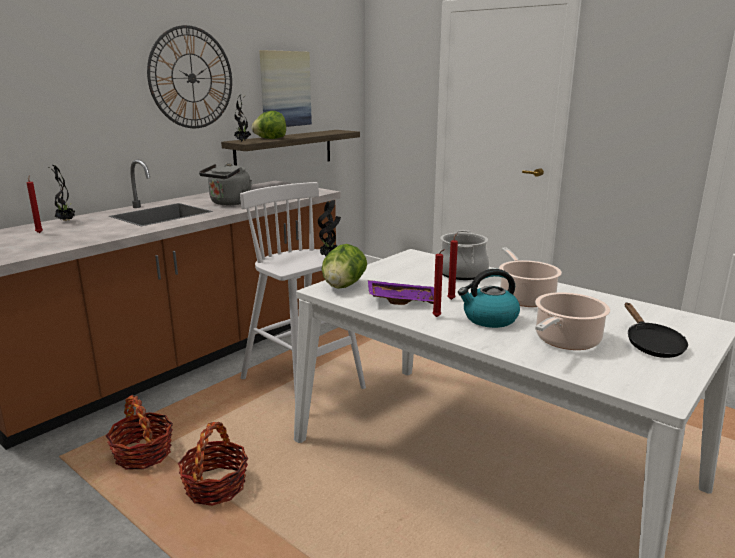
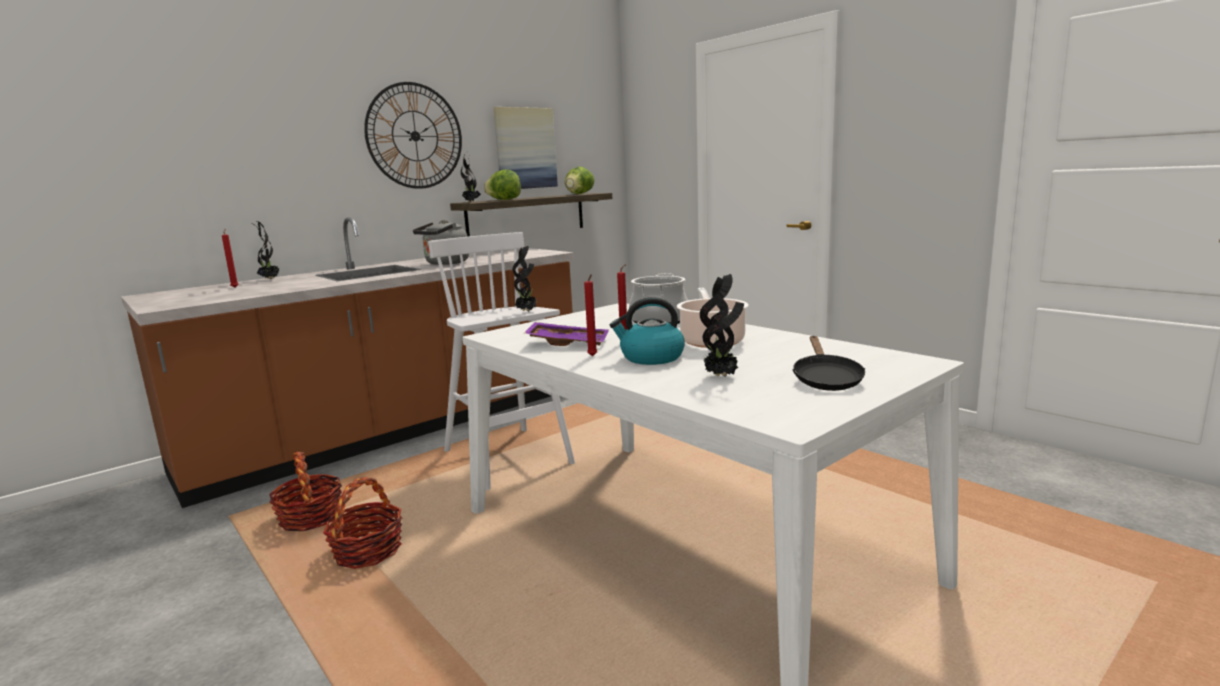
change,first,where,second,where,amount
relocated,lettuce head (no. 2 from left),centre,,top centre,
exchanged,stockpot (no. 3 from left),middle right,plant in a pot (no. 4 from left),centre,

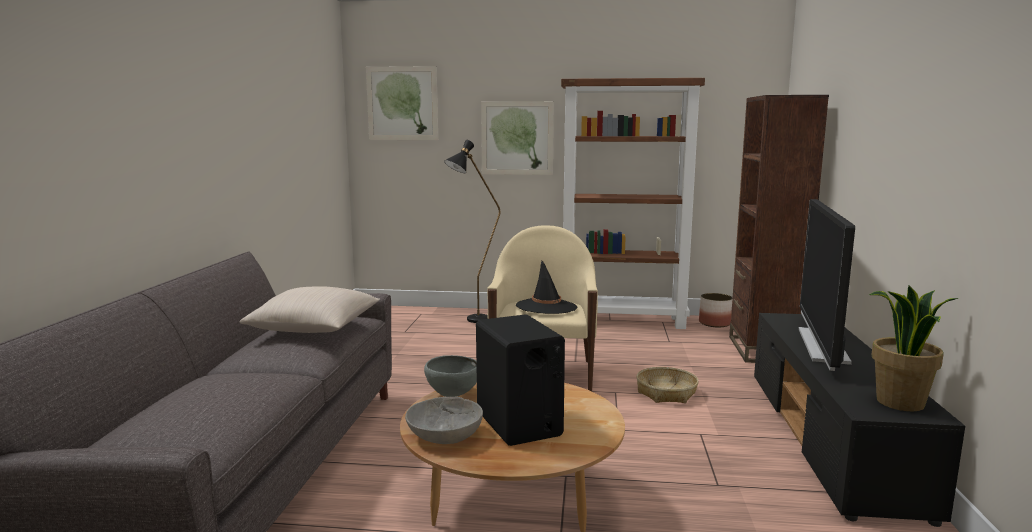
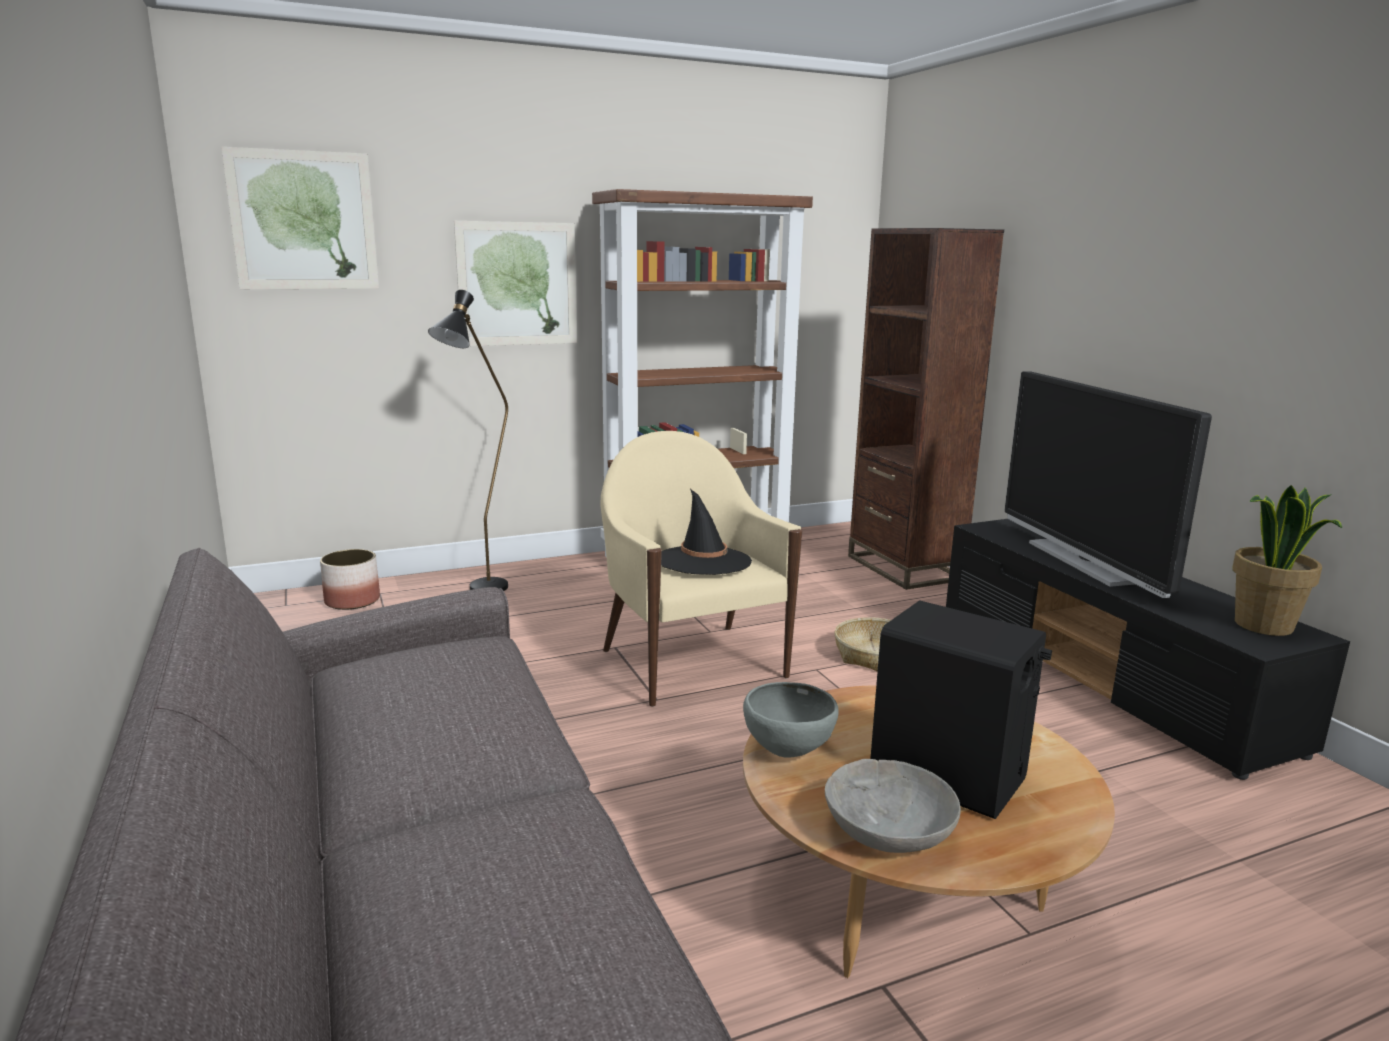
change,first,where,second,where,amount
missing,beige cushion,middle left,,,
relocated,planter,middle right,,middle left,

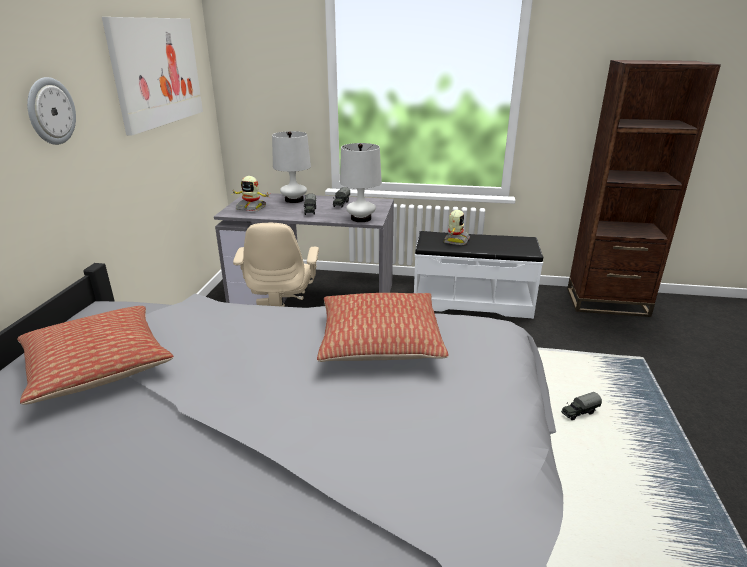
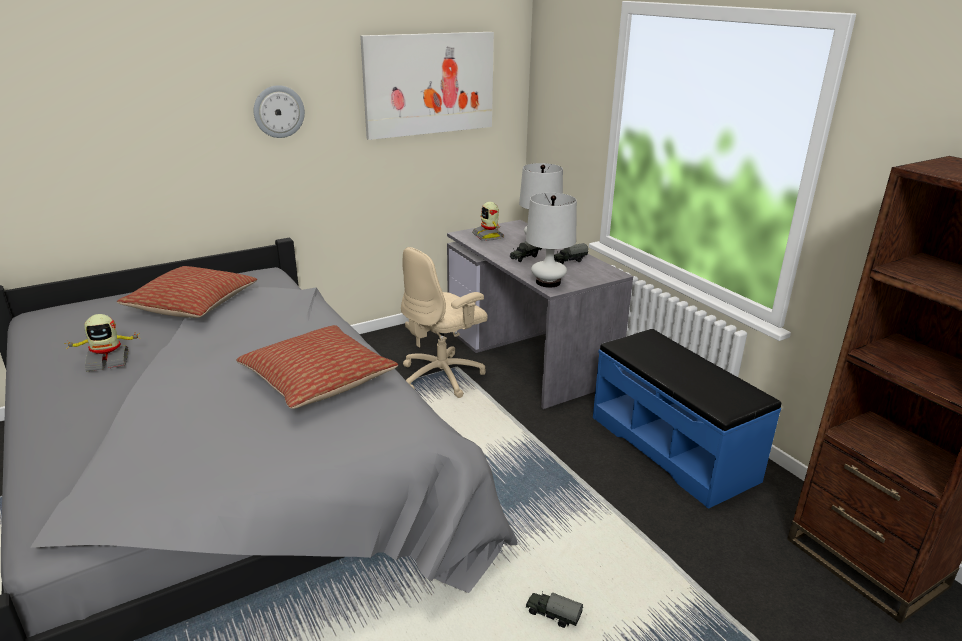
change,first,where,second,where,amount
relocated,robot figure (no. 2 from left in the first image),centre,robot figure (no. 1 from left),middle left,
colour,white-coloured bench,centre,bluish bench,middle right,

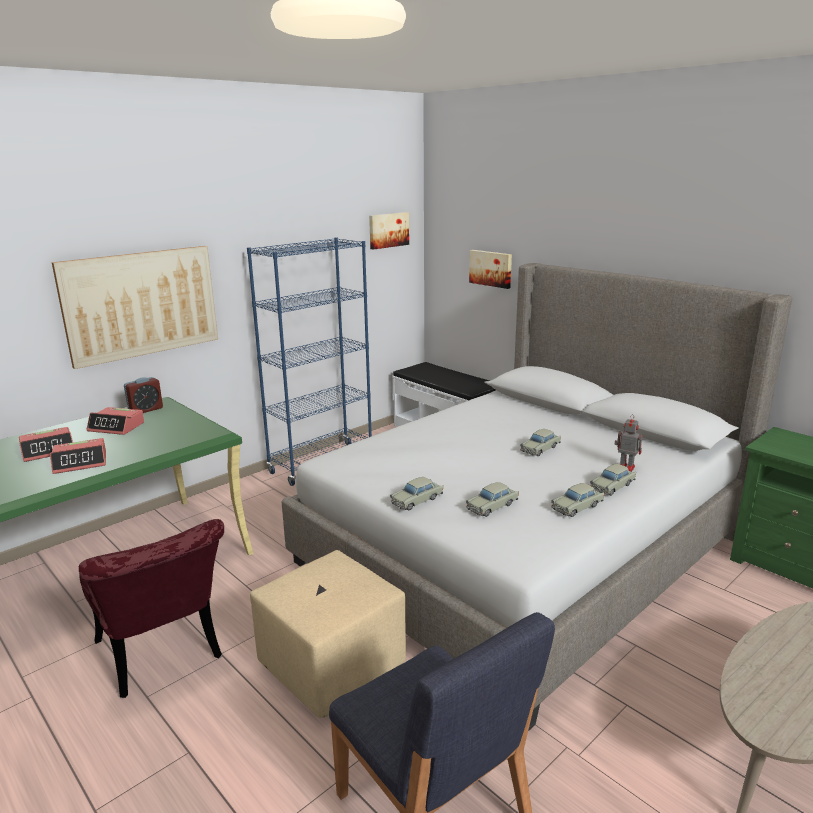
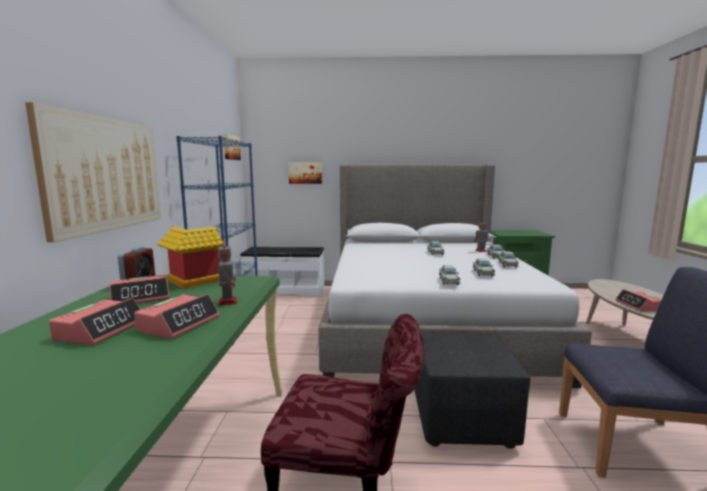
change,first,where,second,where,amount
appeared,,,miniature house,middle left,
appeared,,,robot figure (no. 1 from left),middle left,
appeared,,,bedside clock (no. 5 from left),middle right,
colour,beige footrest,bottom centre,blackish footrest,bottom right,

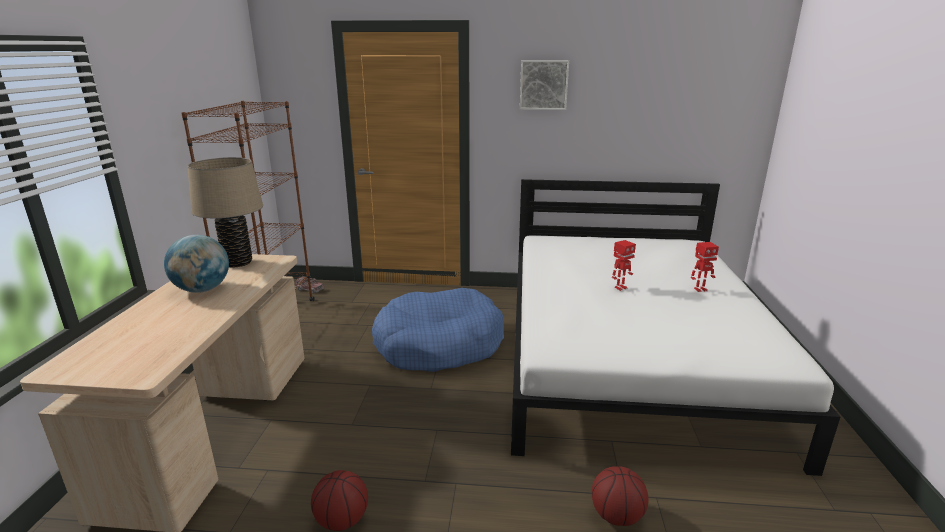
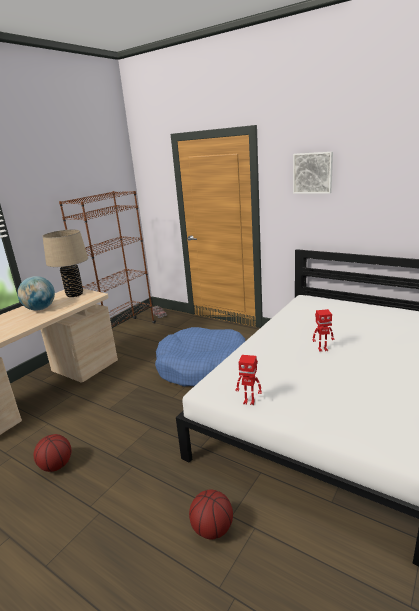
change,first,where,second,where,amount
relocated,robot figure (no. 2 from left in the first image),middle right,robot figure (no. 1 from left),centre,

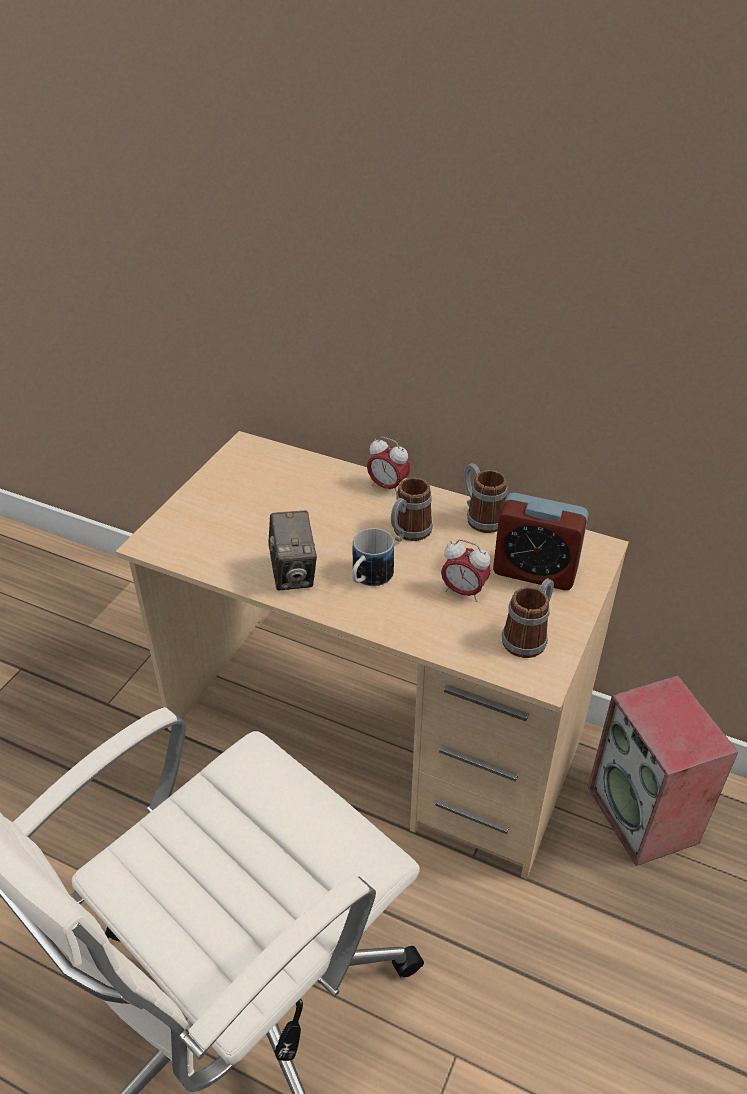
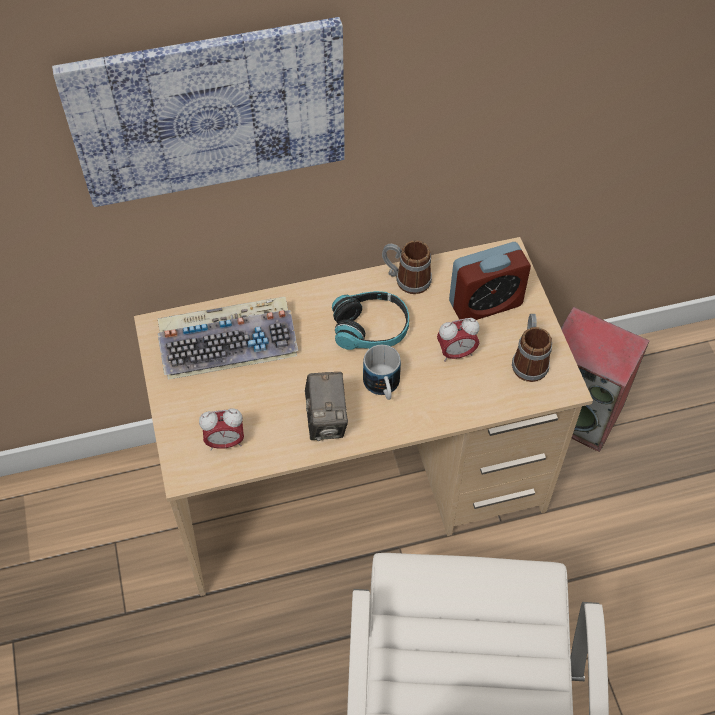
change,first,where,second,where,amount
appeared,,,wall art,top left,
appeared,,,computer keyboard,middle left,
relocated,bedside clock (no. 1 from left),centre,,middle left,
exchanged,mug (no. 2 from left),centre,headphones,centre,
spun,photo camera,centre,,centre,45 degrees clockwise

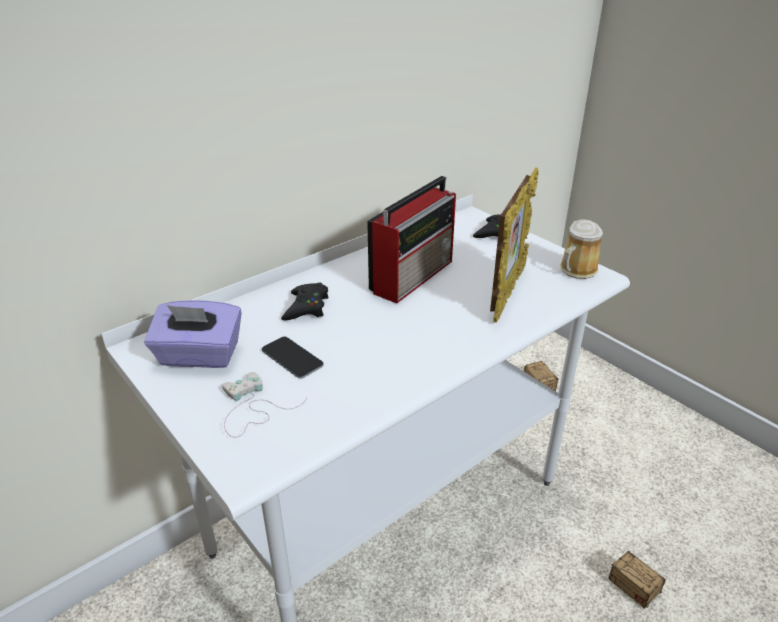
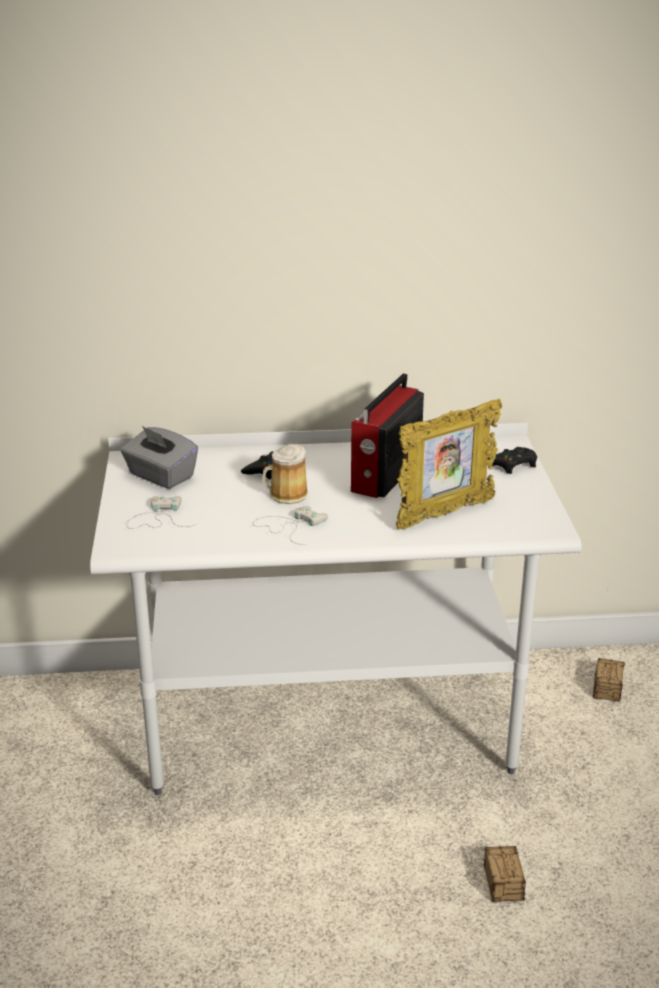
change,first,where,second,where,amount
missing,handset,centre,,,
appeared,,,white-coloured joypad (no. 2 from left),centre,
relocated,mug,middle right,,centre,
colour,purplish tissue box,middle left,grey tissue box,middle left,
spun,radio set,centre,,centre,135 degrees clockwise

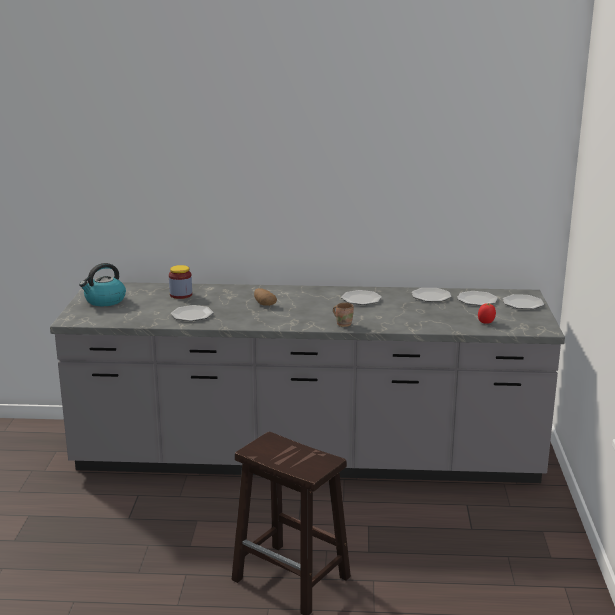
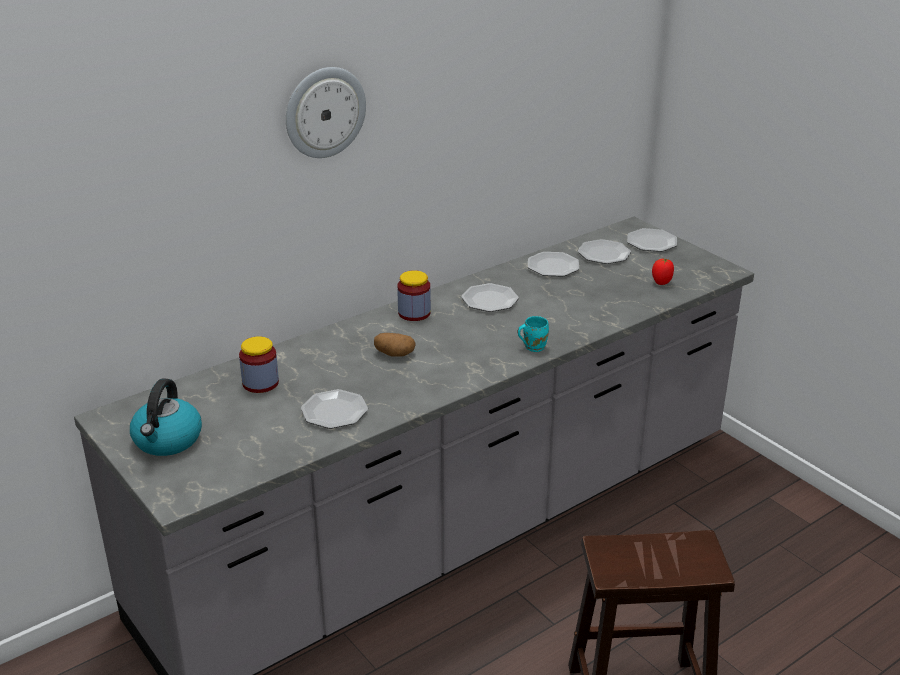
change,first,where,second,where,amount
appeared,,,wall clock,top centre,
appeared,,,storage jar (no. 2 from left),centre,
colour,brown-coloured mug,centre,turquoise mug,centre,

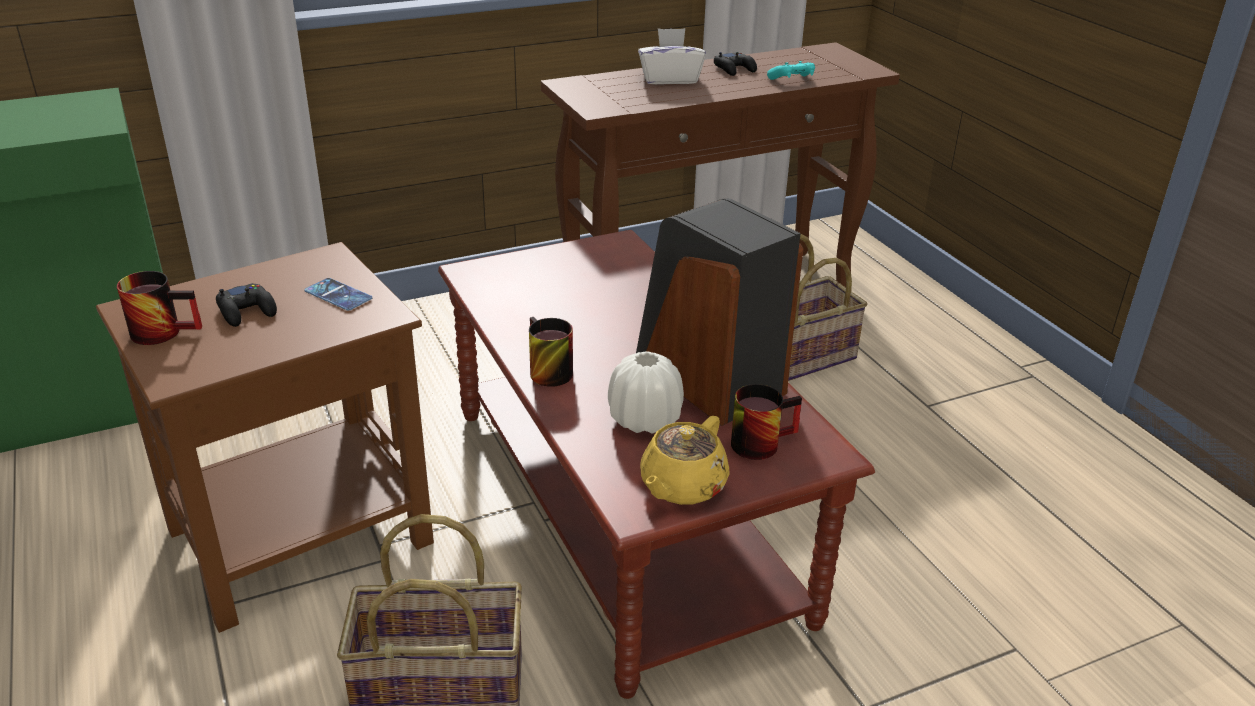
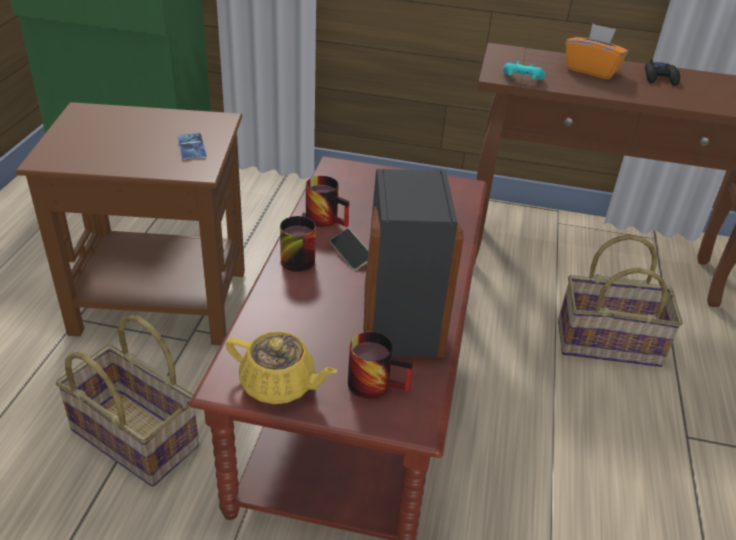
change,first,where,second,where,amount
missing,blackish joypad (no. 1 from left),middle left,,,
missing,white-coloured decorative vase,centre,,,
appeared,,,handset (no. 2 from left),centre,
relocated,mug (no. 1 from left in the first image),middle left,mug (no. 2 from left),centre,
relocated,turquoise joypad,top centre,,top right,
colour,white-coloured tissue box,top centre,orange-coloured tissue box,top right,
spun,yellowish tea pot,centre,,bottom centre,135 degrees counterclockwise

